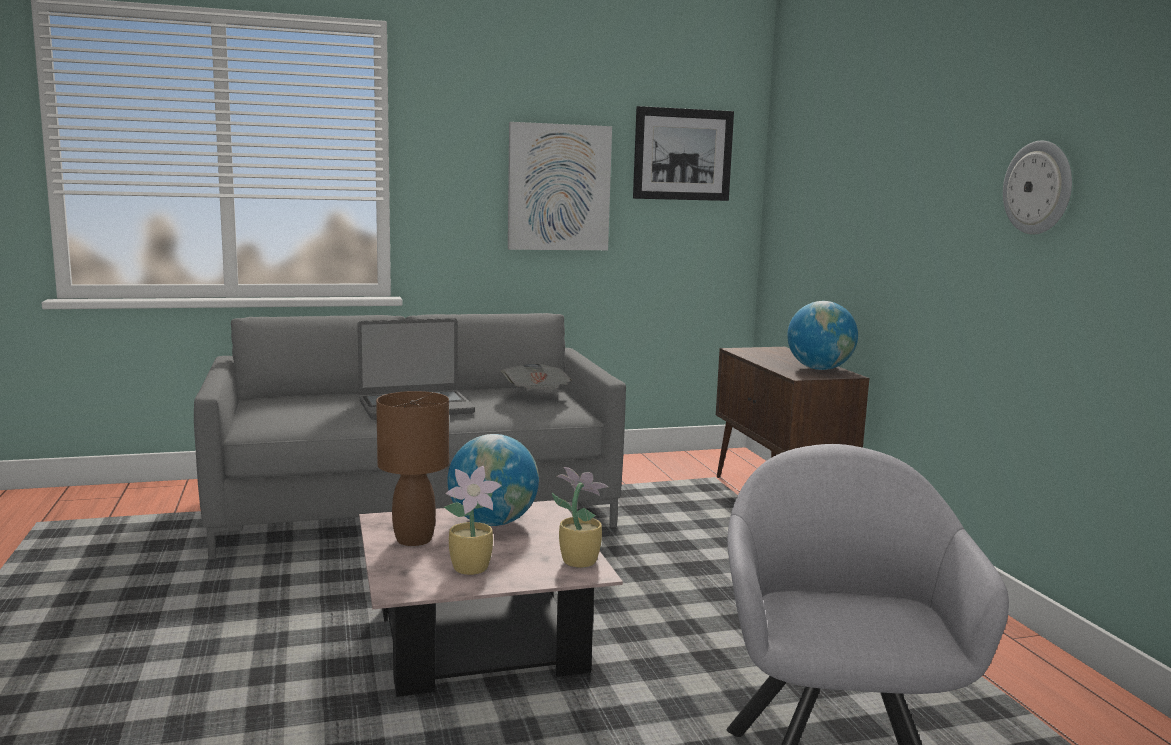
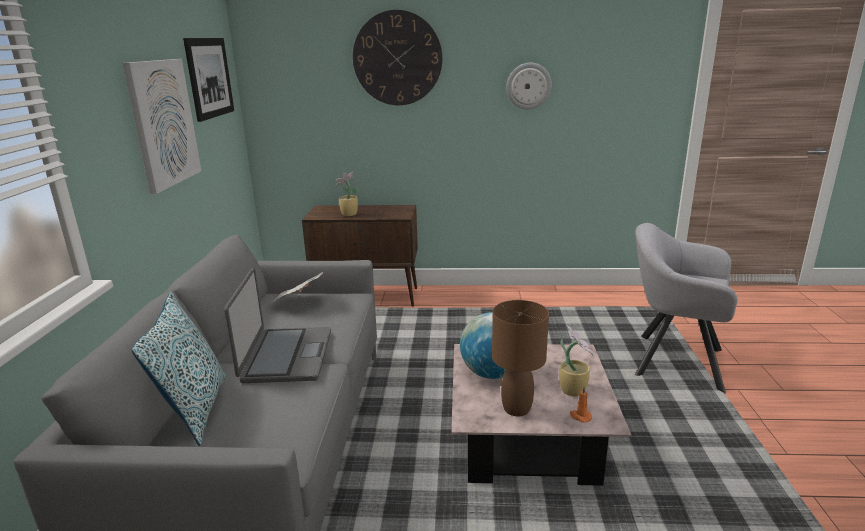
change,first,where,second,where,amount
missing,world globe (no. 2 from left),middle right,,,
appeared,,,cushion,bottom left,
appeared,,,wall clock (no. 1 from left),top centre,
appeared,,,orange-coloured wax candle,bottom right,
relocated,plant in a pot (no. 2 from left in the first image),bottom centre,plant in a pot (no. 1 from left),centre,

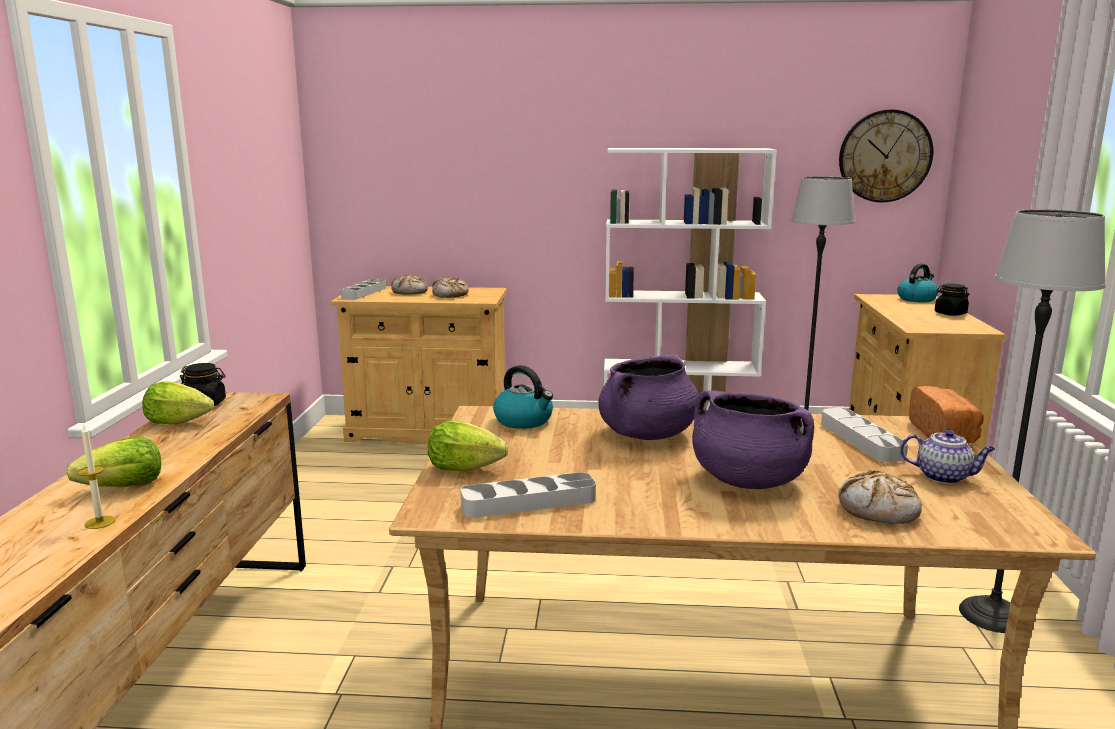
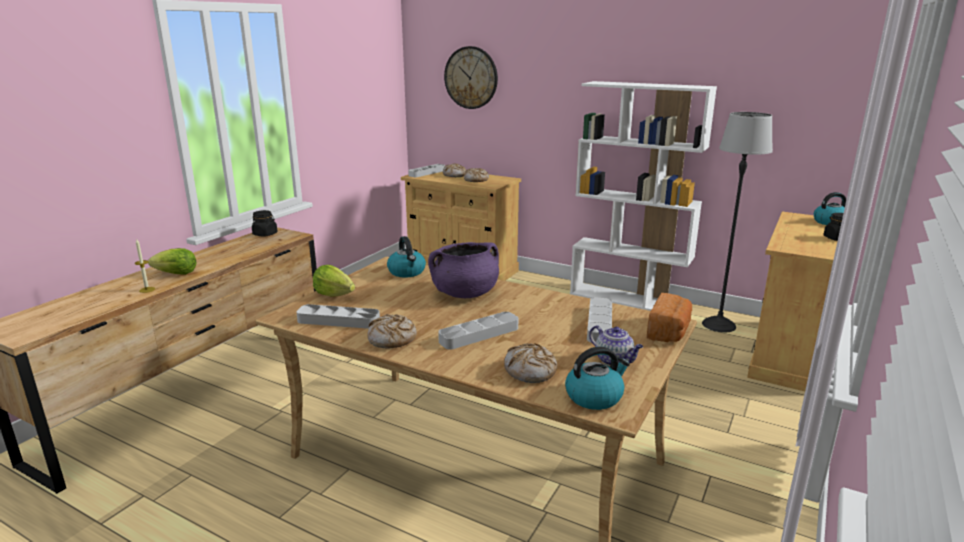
change,first,where,second,where,amount
missing,lettuce head (no. 2 from left),middle left,,,
missing,standard lamp (no. 2 from left),middle right,,,
appeared,,,baked bread (no. 1 from left),centre,
appeared,,,tea kettle (no. 2 from left),bottom centre,
relocated,wall clock,top right,,top centre,
exchanged,purplish stockpot (no. 2 from left),middle right,grey carrying tray (no. 3 from left),centre,

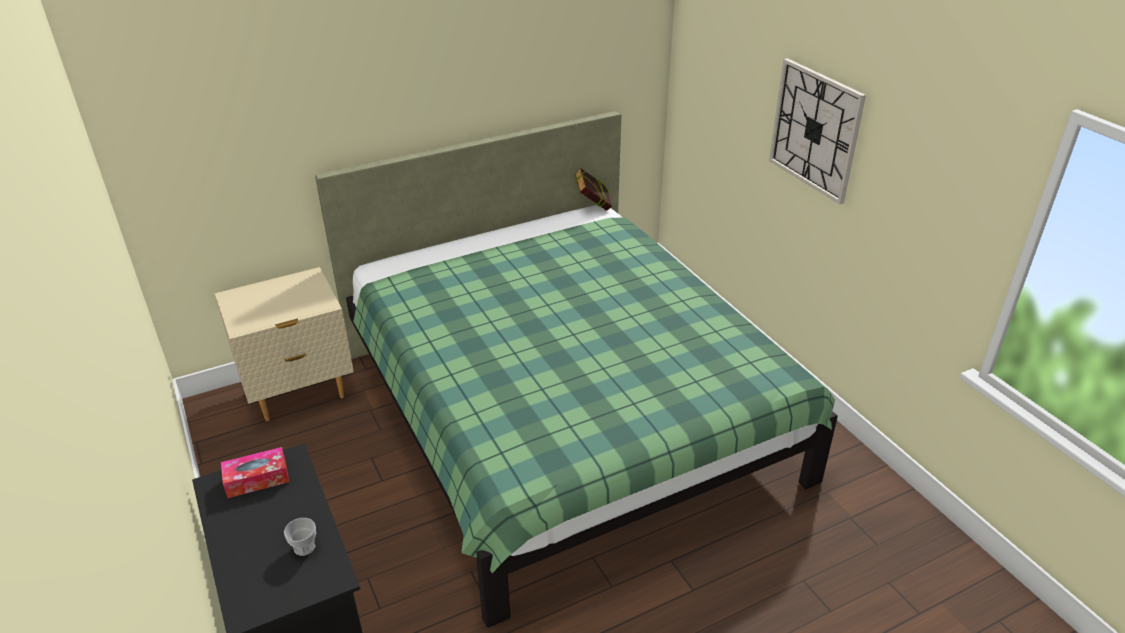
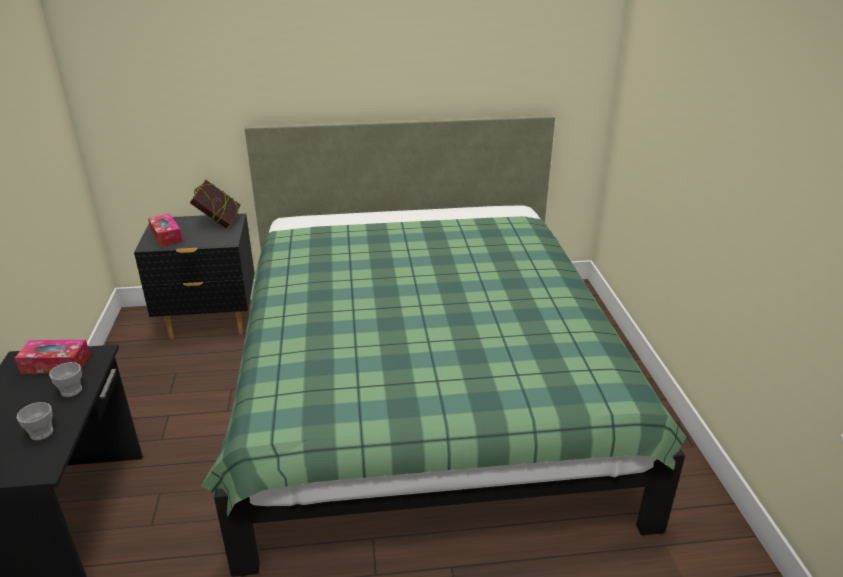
change,first,where,second,where,amount
missing,wall clock,top right,,,
appeared,,,cup (no. 2 from left),middle left,
appeared,,,tissue box (no. 2 from left),middle left,
relocated,bound book,top centre,,middle left,
colour,beige bedside table,middle left,blackish bedside table,middle left,

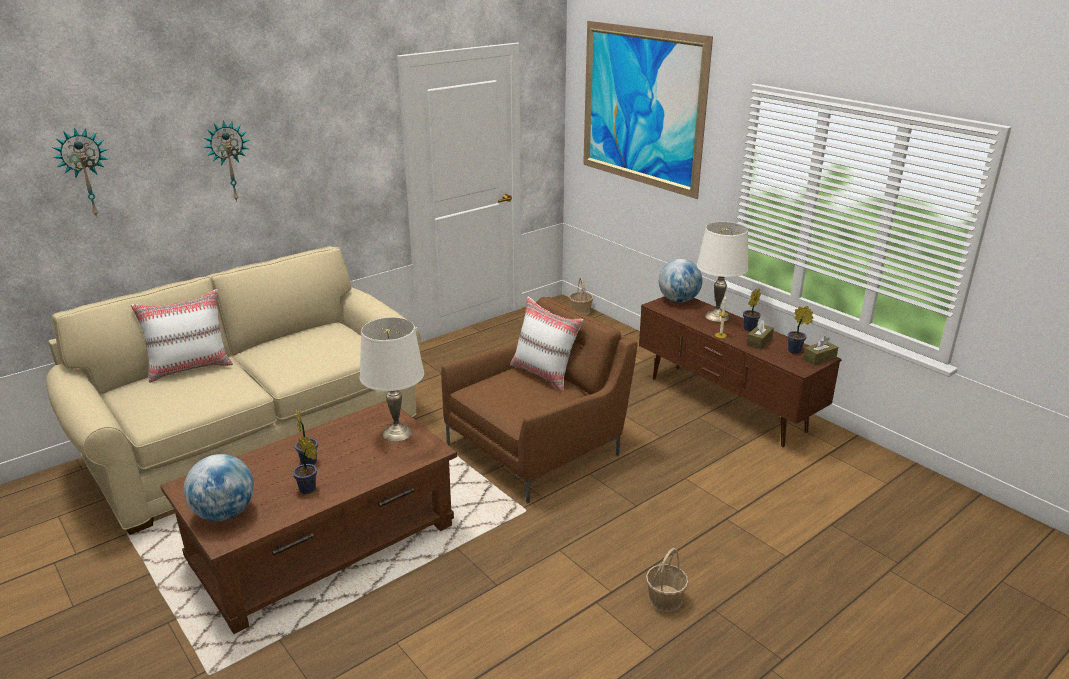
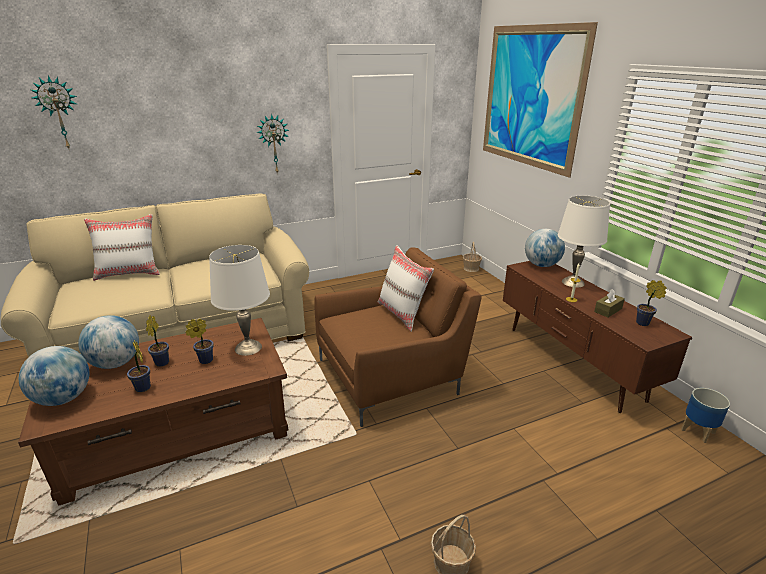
change,first,where,second,where,amount
missing,brown-coloured tissue box (no. 2 from left),middle right,,,
appeared,,,world globe (no. 2 from left),middle left,
appeared,,,planter,bottom right,
relocated,wall clock (no. 2 from left),top left,,top centre,
relocated,plant in a pot (no. 3 from left),middle right,,middle left,

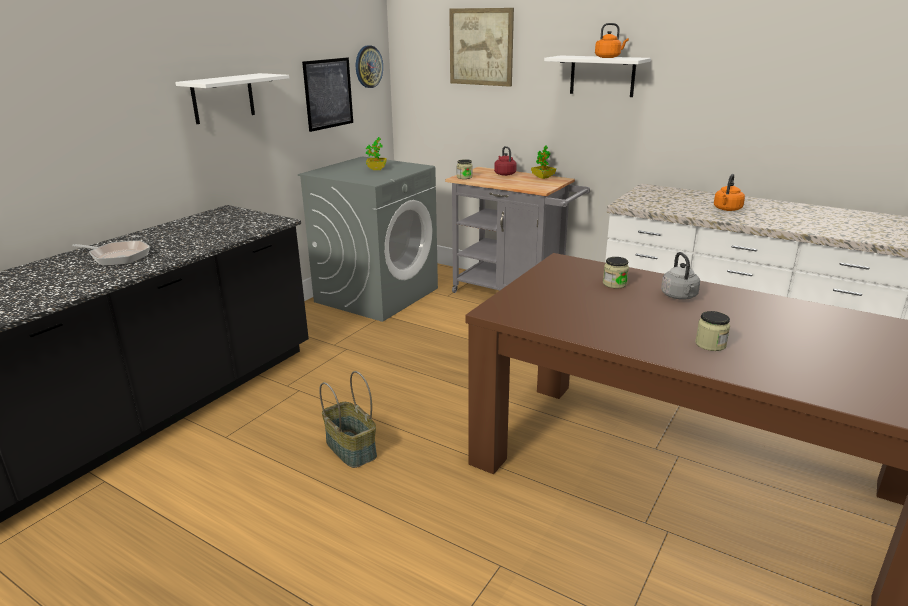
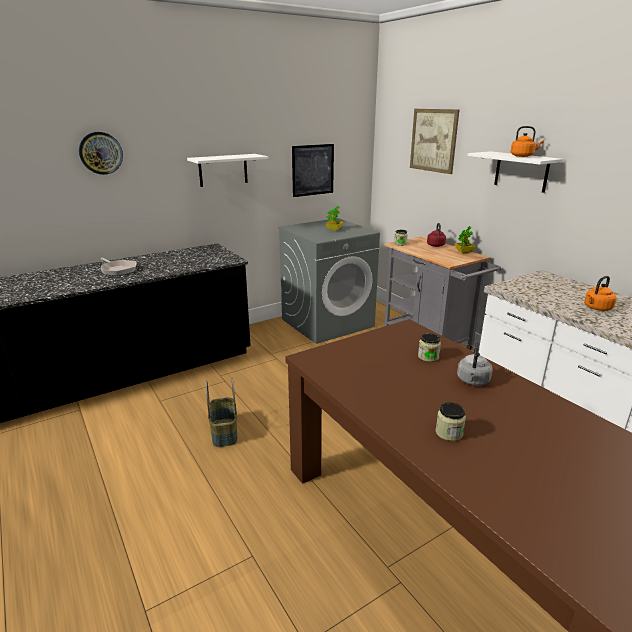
change,first,where,second,where,amount
relocated,wall clock,top centre,,top left,

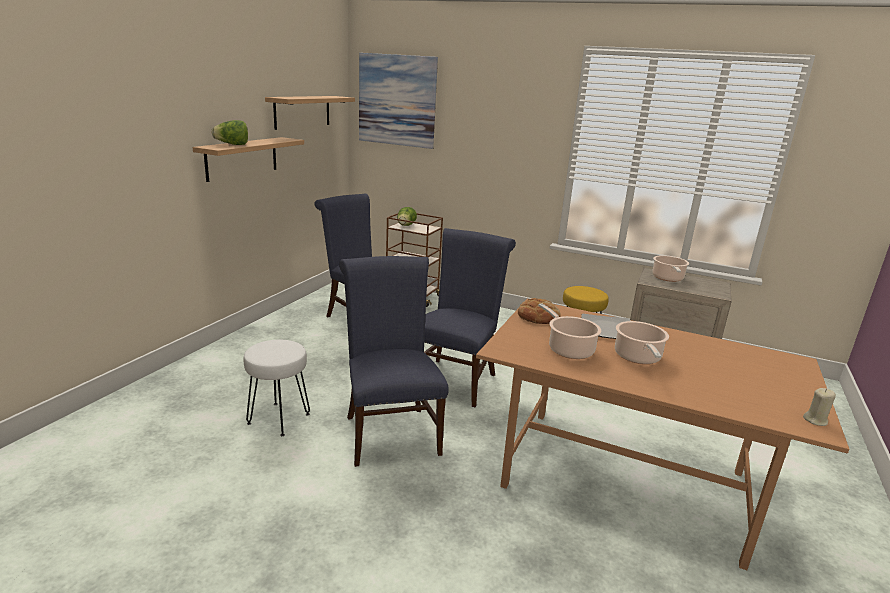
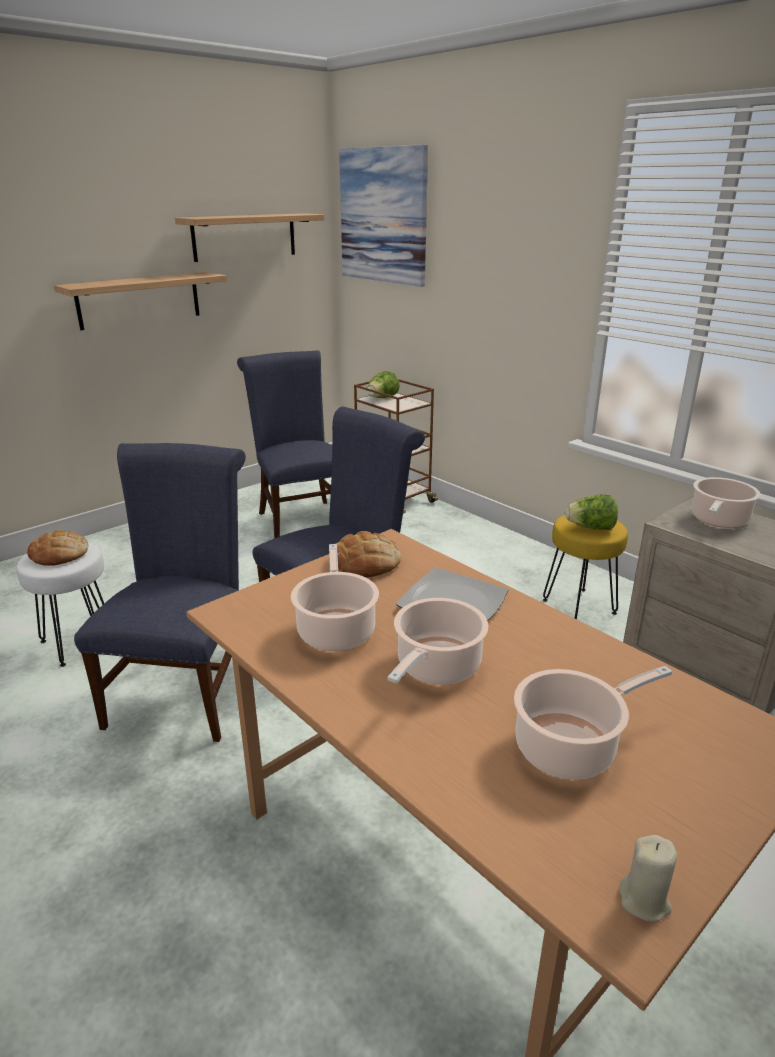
change,first,where,second,where,amount
appeared,,,baked bread (no. 1 from left),middle left,
appeared,,,stockpot (no. 3 from left),bottom right,
relocated,lettuce head (no. 1 from left in the first image),top left,lettuce head (no. 2 from left),middle right,

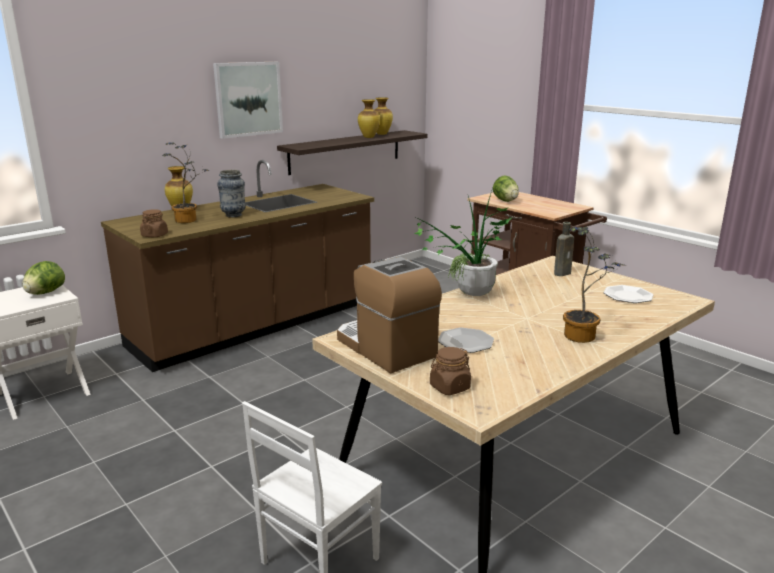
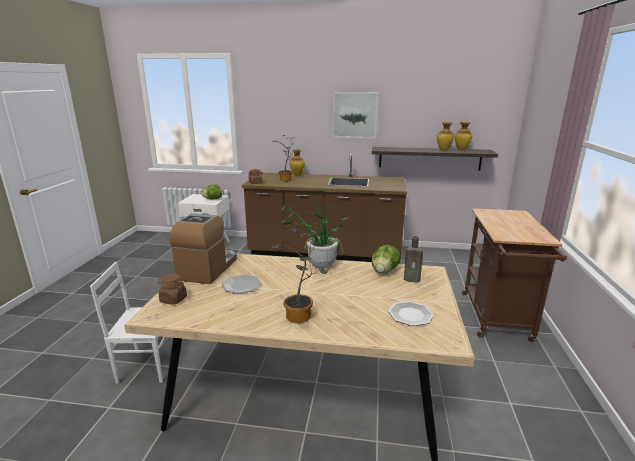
change,first,where,second,where,amount
missing,decorative vase (no. 2 from left),middle left,,,
relocated,lettuce head (no. 2 from left),top centre,,centre,

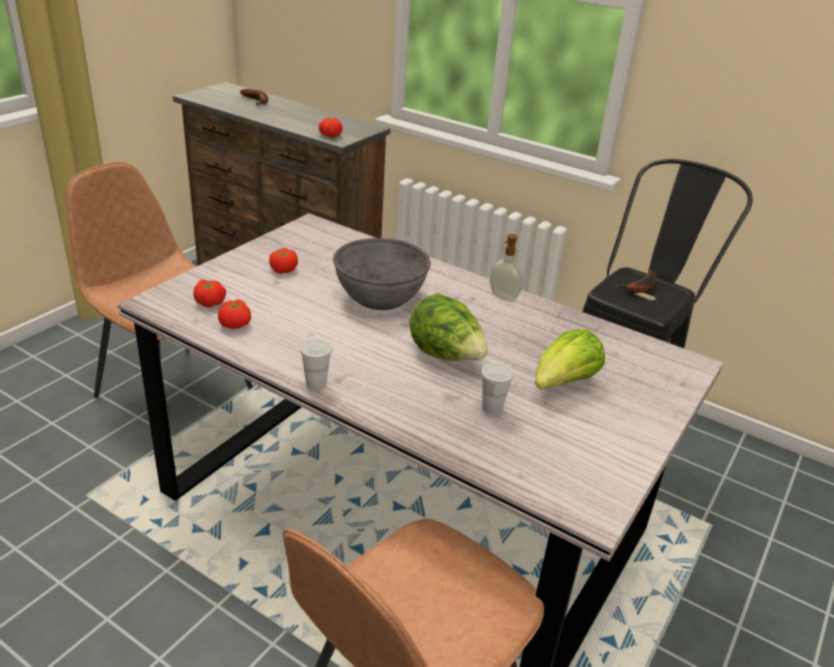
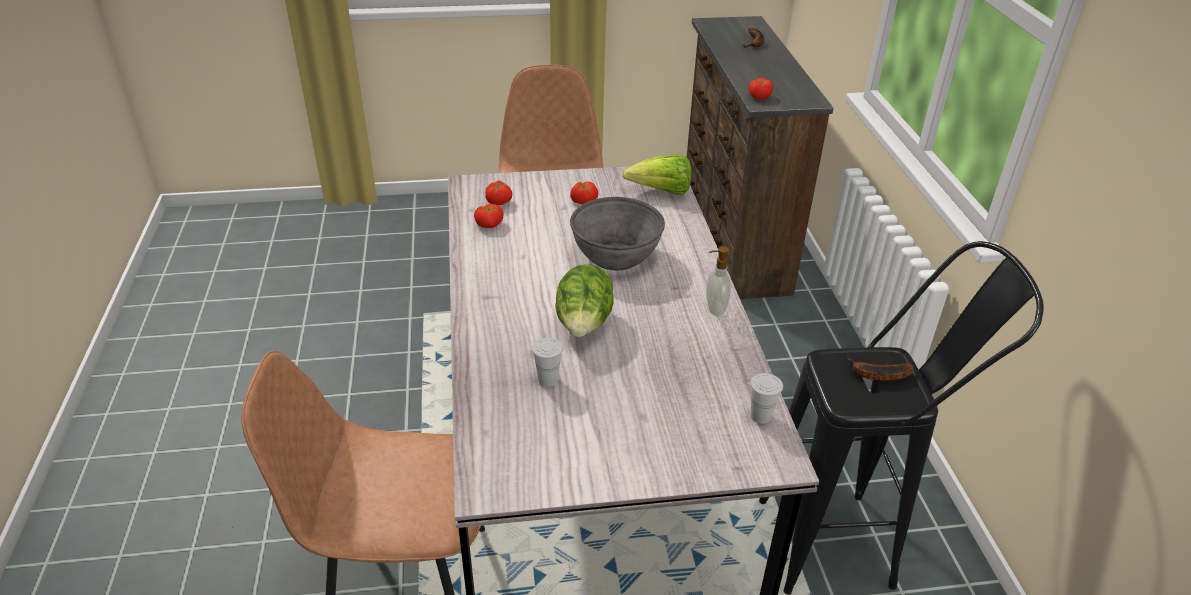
change,first,where,second,where,amount
relocated,white-coloured cup (no. 1 from left in the first image),centre,white-coloured cup (no. 2 from left),bottom centre,
relocated,lettuce head (no. 2 from left),middle right,,top centre,

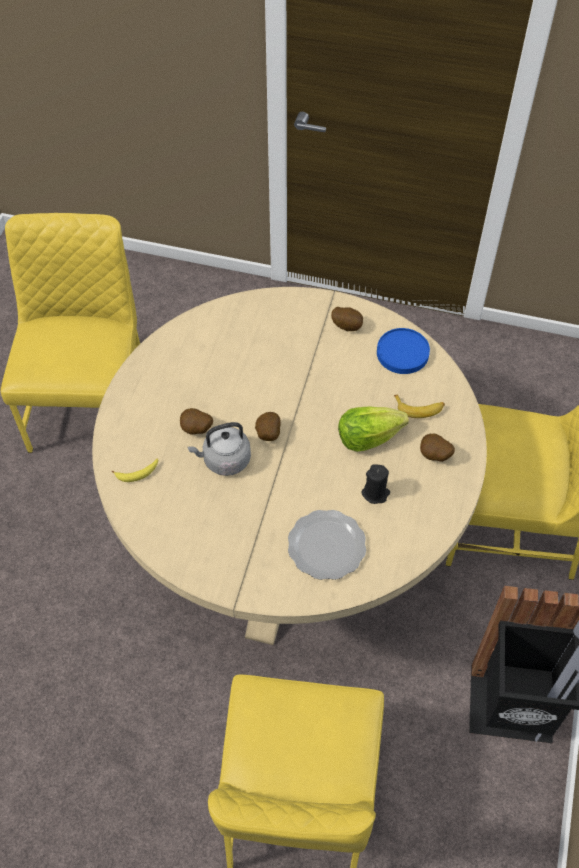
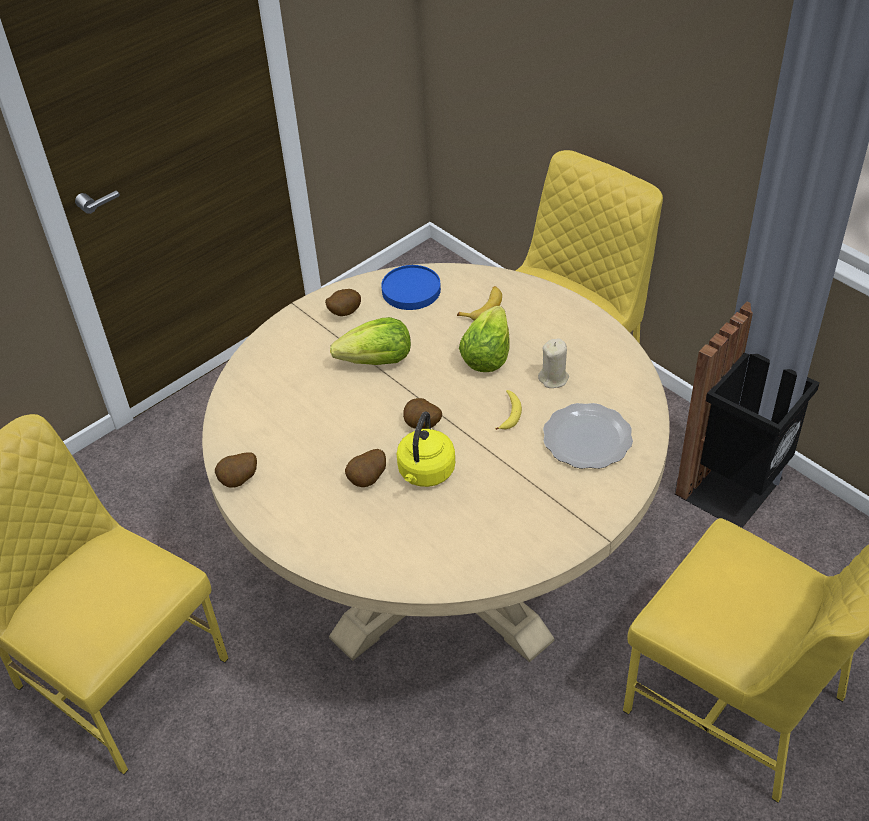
change,first,where,second,where,amount
appeared,,,lettuce head (no. 1 from left),centre,
relocated,banana (no. 1 from left in the first image),middle left,banana (no. 2 from left),centre,
relocated,spud (no. 4 from left in the first image),middle right,spud (no. 1 from left),middle left,
colour,grey tea kettle,centre,yellowish tea kettle,centre,
colour,blackish wax candle,centre,beige wax candle,centre,

